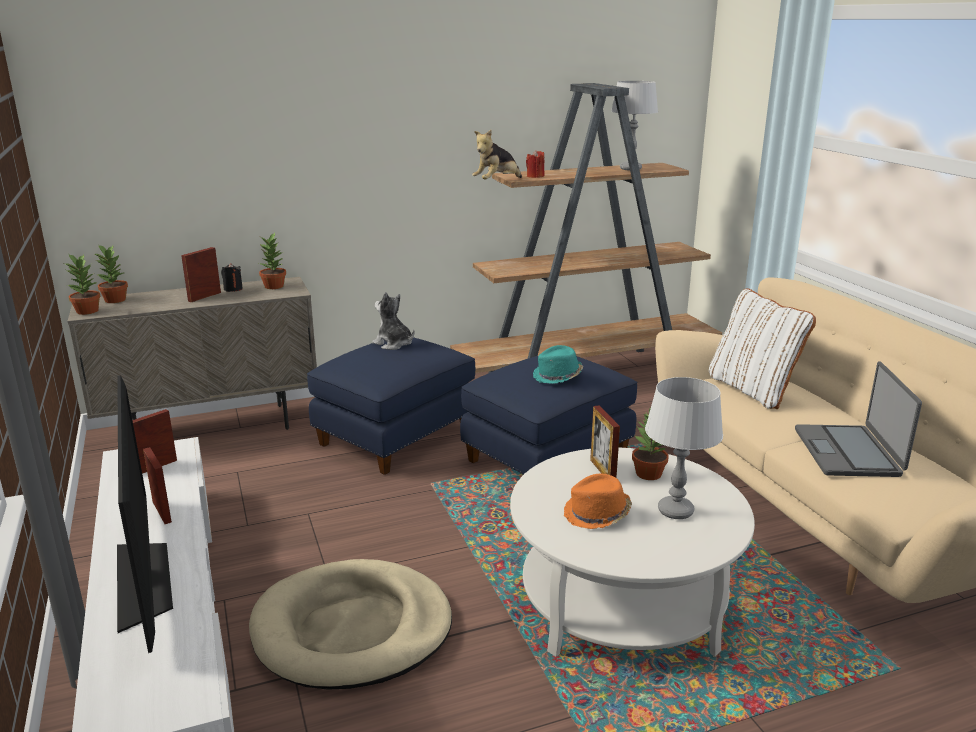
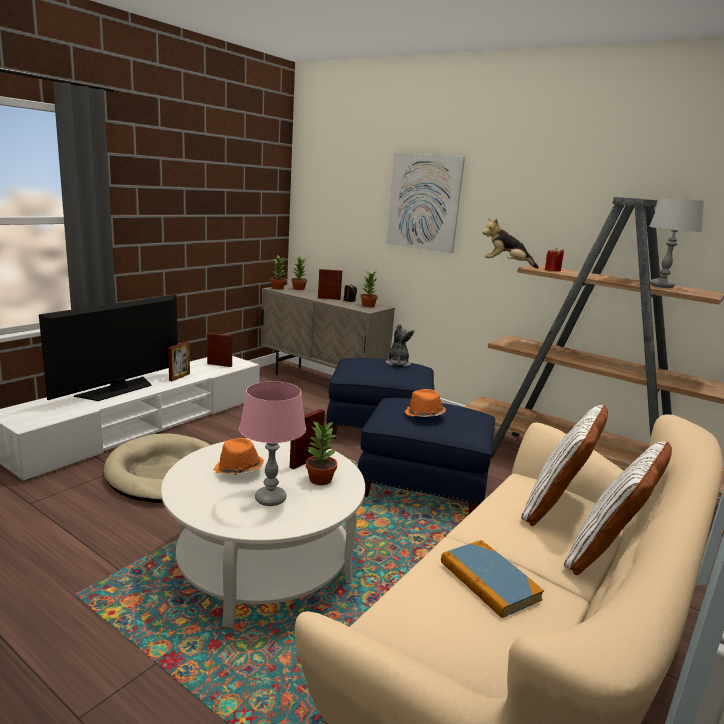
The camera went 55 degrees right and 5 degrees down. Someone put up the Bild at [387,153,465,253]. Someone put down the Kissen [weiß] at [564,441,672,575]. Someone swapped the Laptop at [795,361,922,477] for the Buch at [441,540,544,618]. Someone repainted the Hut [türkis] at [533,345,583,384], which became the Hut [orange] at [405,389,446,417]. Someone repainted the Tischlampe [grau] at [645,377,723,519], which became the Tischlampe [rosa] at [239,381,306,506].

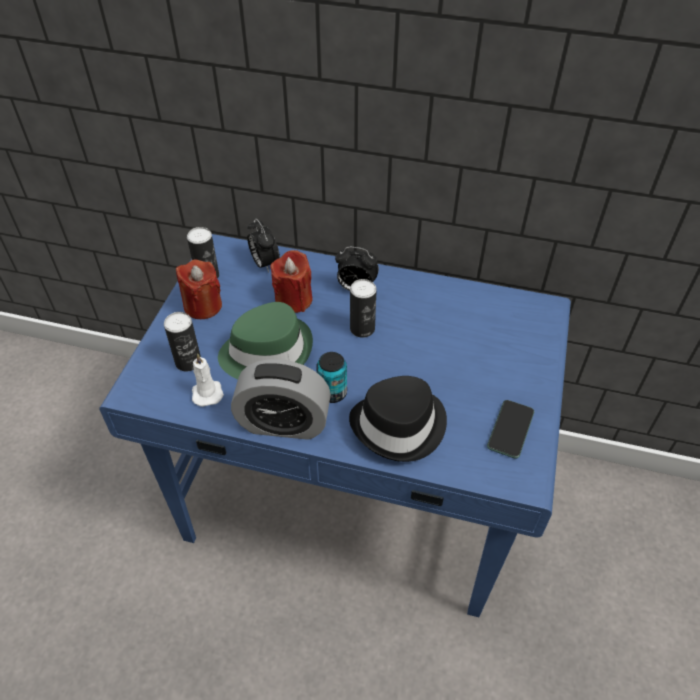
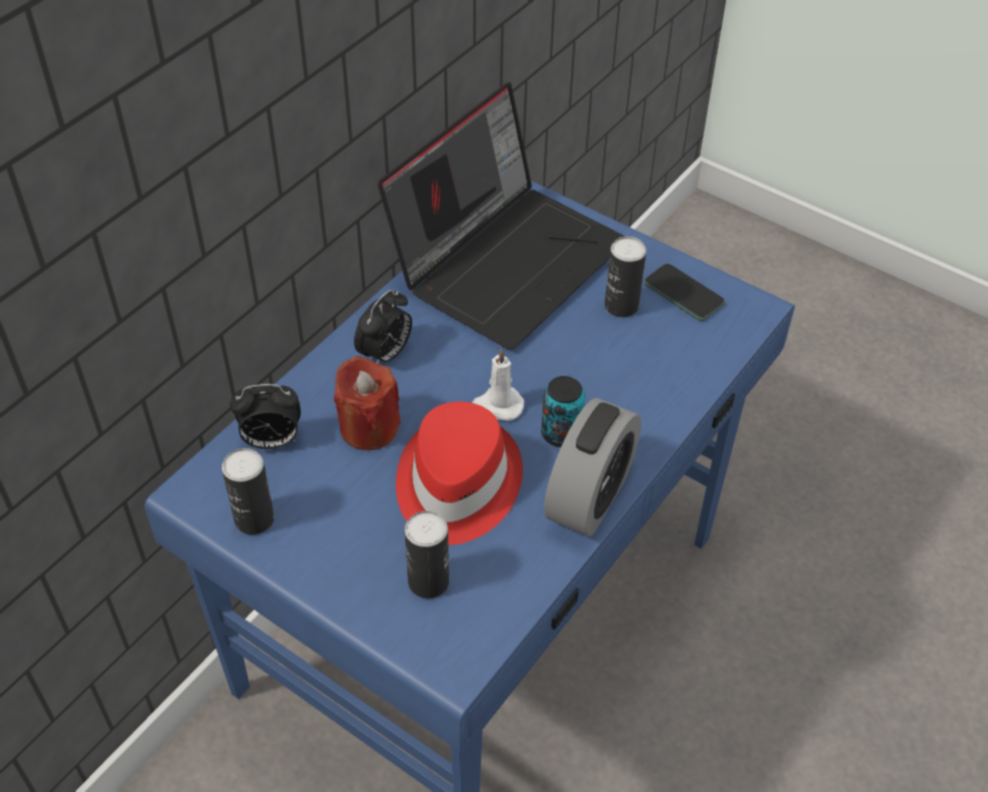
The camera went 70 degrees left and 0 degrees up. Someone took away the Kerze [rot] at [176,259,222,319]. Someone took away the Hut [schwarz] at [349,376,447,462]. Someone put down the Laptop at [378,82,625,350]. Someone carried the Kerze [weiß] from [192,353,224,407] to [472,348,524,421]. Someone carried the Dose from [350,279,377,338] to [605,236,647,317]. Someone repainted the Hut [grün] at [218,302,313,379], which became the Hut [rot] at [396,402,523,545].

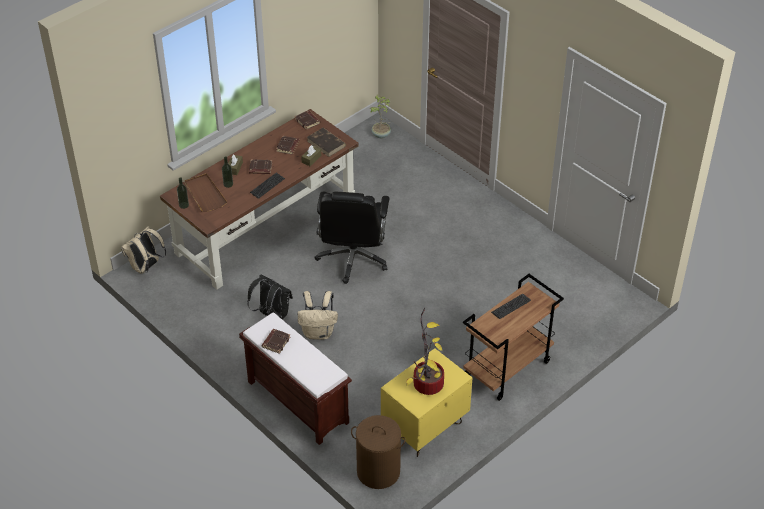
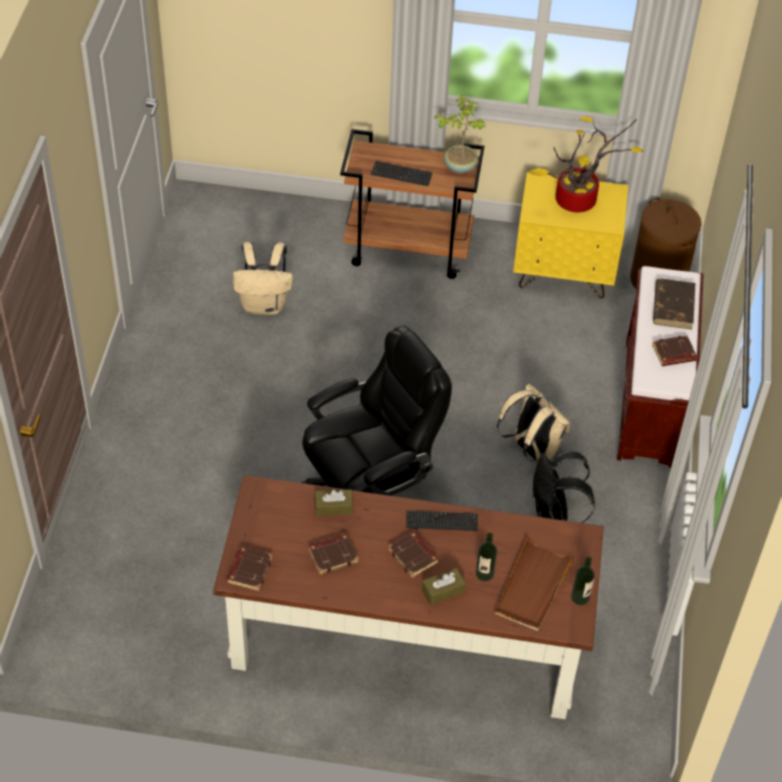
The camera went 130 degrees left and 5 degrees up. Someone carried the Rucksack [beige] from [121,226,166,274] to [233,242,293,315]. Someone carried the Buch [braun] from [307,128,346,157] to [653,278,695,330]. Someone carried the Topfpflanze from [370,94,391,138] to [435,95,486,174].

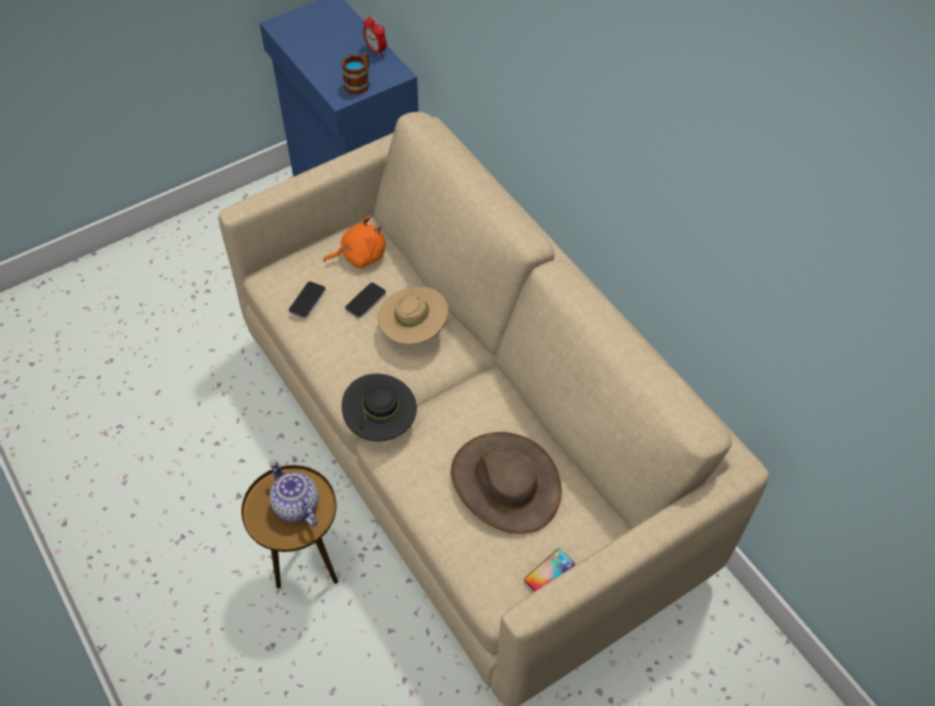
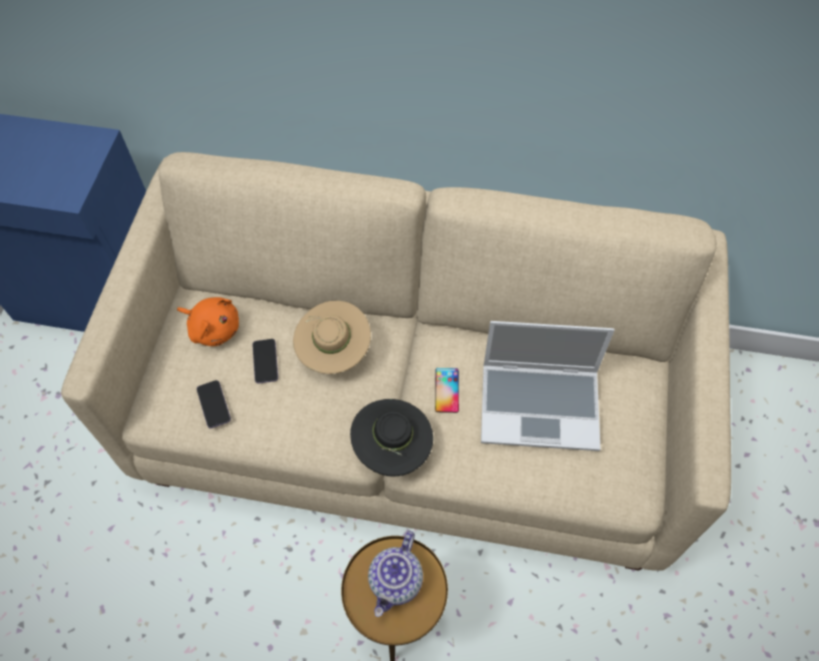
The camera went 45 degrees left and 5 degrees up. Someone took away the Henkelbecher at [342,52,369,94]. Someone took away the Wecker at [363,15,387,56]. Someone carried the Handy from [524,549,575,591] to [435,368,459,413]. Someone swapped the Hut [braun] at [451,432,562,534] for the Laptop at [481,321,615,451]. Someone rotated the Teekanne at [269,460,319,527] by 75 degrees counterclockwise. Someone rotated the Plüschtier [orange] at [323,216,386,268] by 90 degrees clockwise.

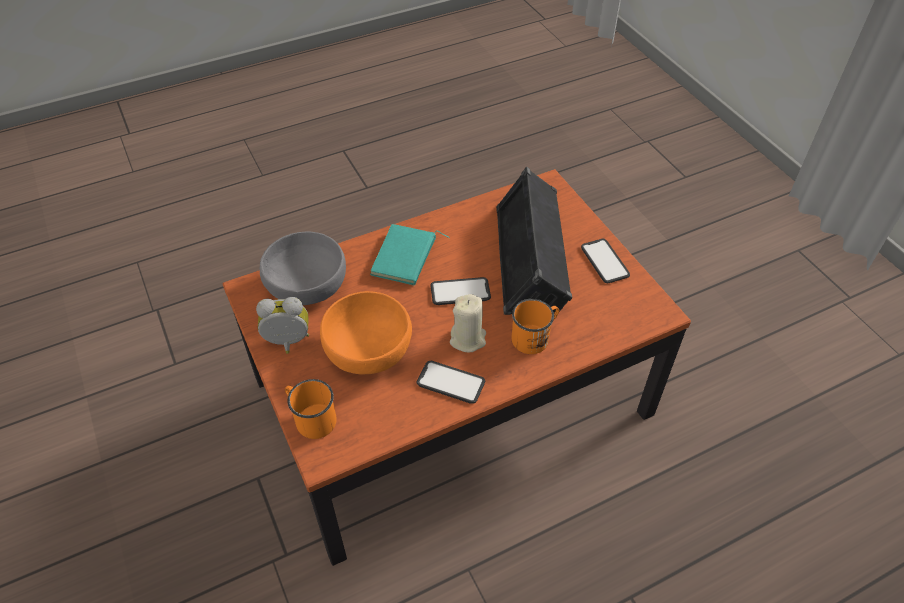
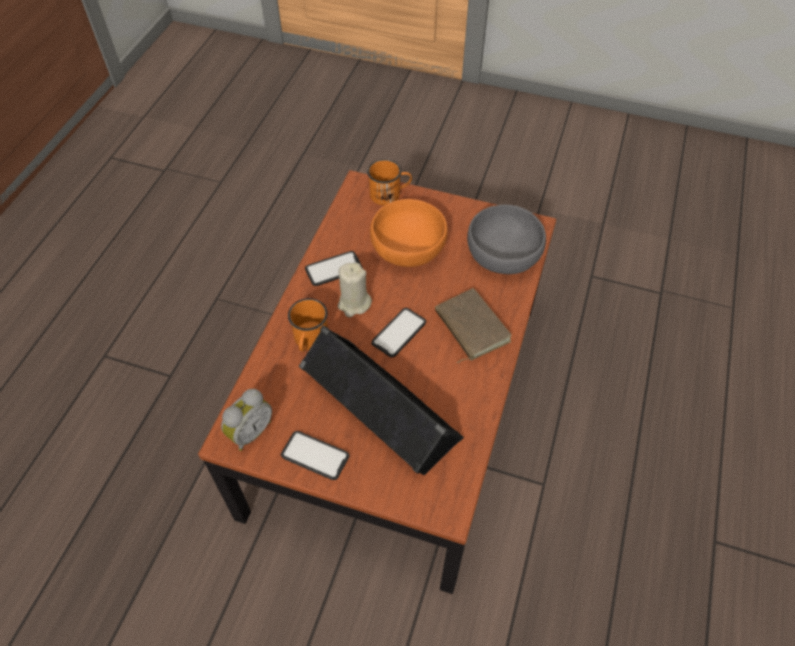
The camera went 135 degrees right and 5 degrees up. Someone carried the Wecker from [256,297,309,354] to [221,389,272,451]. Someone repainted the Buch [türkis] at [370,224,450,286], which became the Buch [braun] at [435,288,512,363].

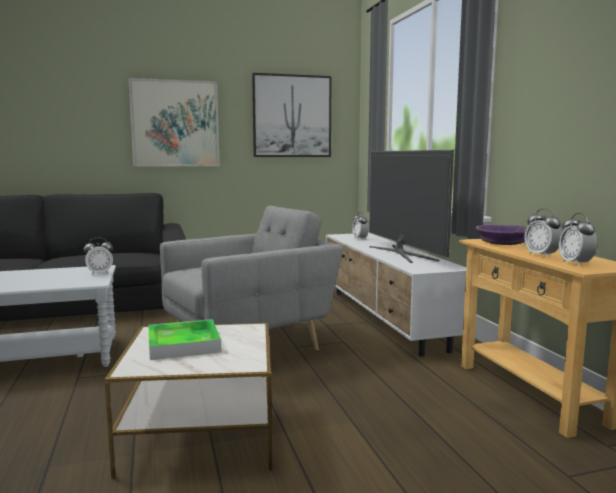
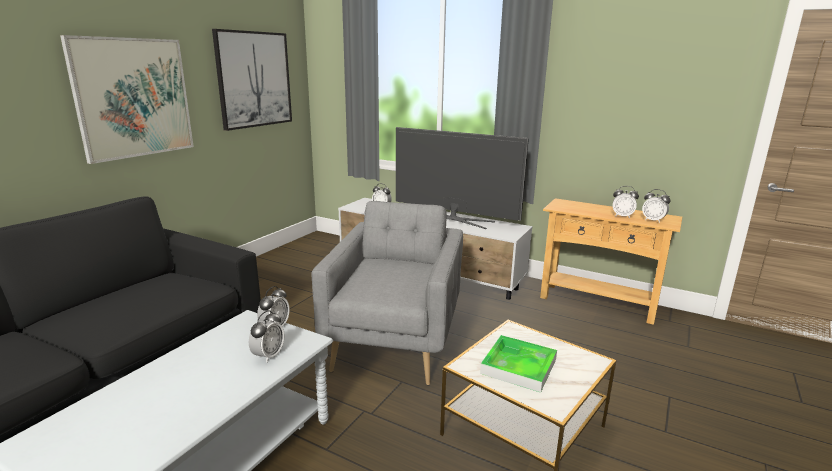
The camera went 45 degrees left and 10 degrees up. Someone took away the Schüssel [lila] at [475,225,527,245]. Someone put down the Wecker at [249,310,285,363].

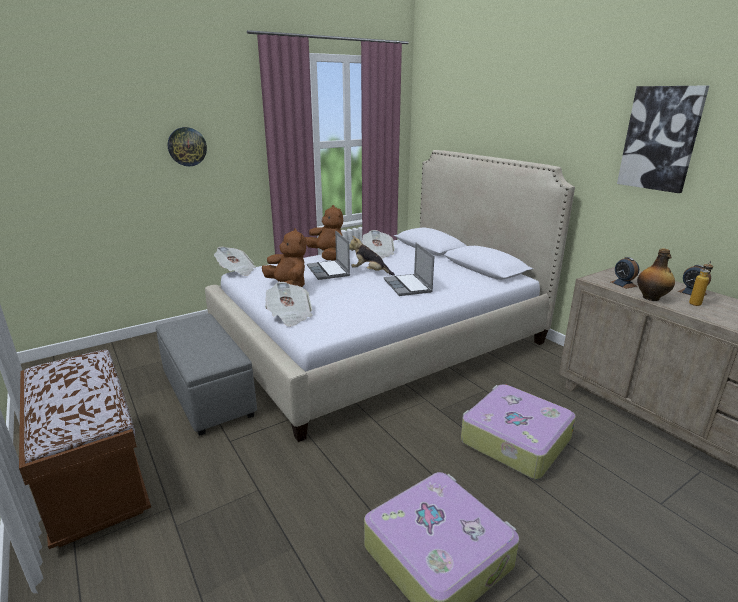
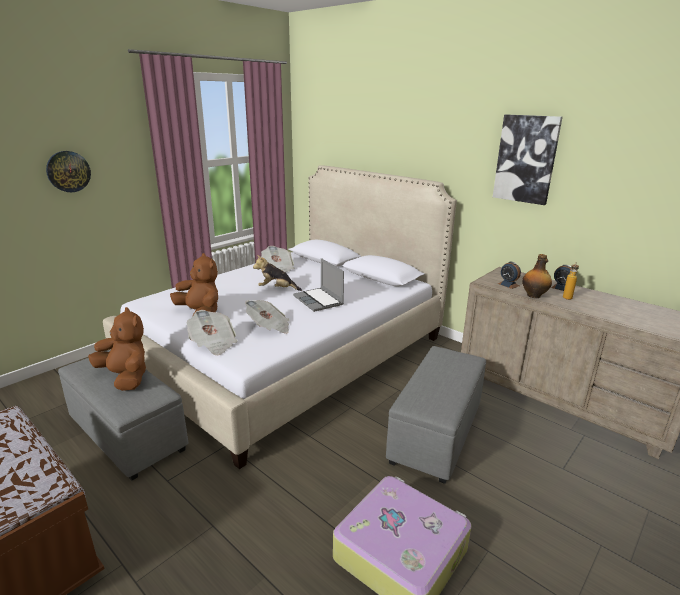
The camera went 15 degrees left and 0 degrees up. Someone took away the Laptop at [307,231,350,280]. Someone carried the Zeitung from [214,247,256,276] to [245,300,289,334]. Someone carried the Plüschtier [braun] from [305,205,343,261] to [88,307,146,391]. Someone swapped the Koffer at [461,384,576,479] for the Polsterhocker [grau] at [386,346,486,484].

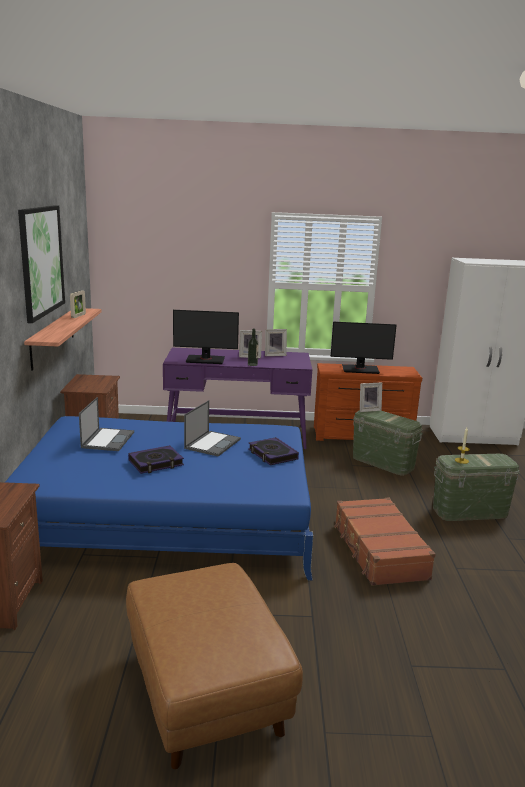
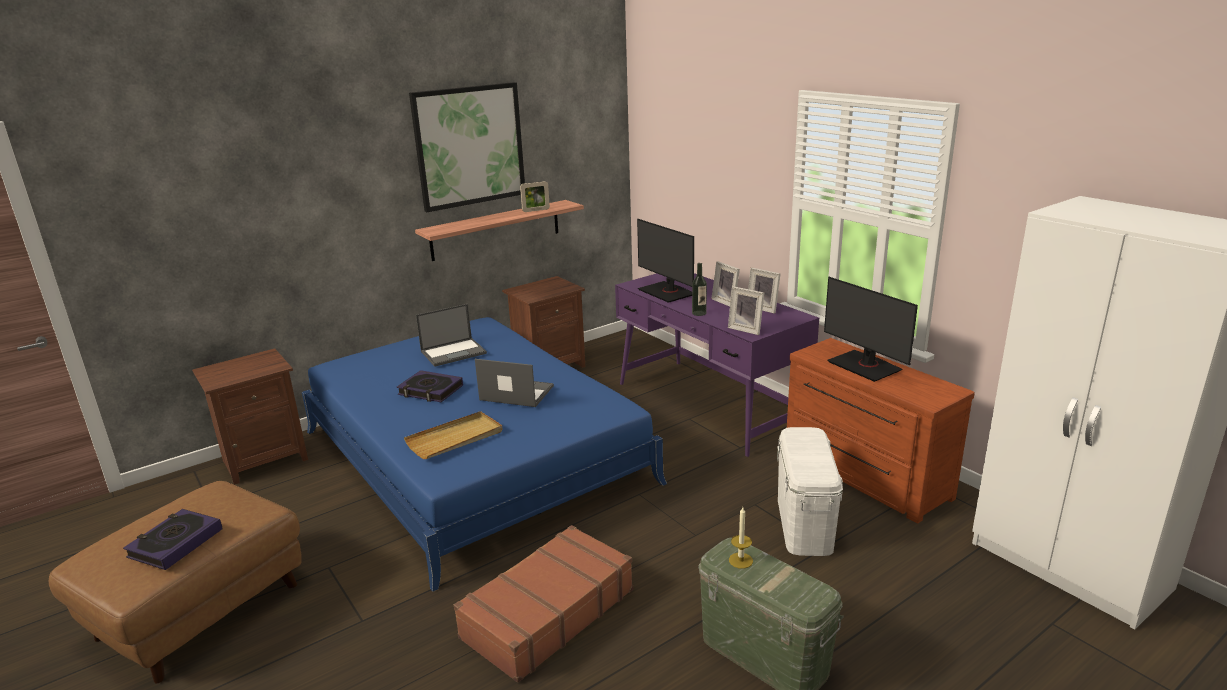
The camera went 55 degrees right and 5 degrees up. Someone put down the Tablett [beige] at [404,411,502,459]. Someone carried the Buch from [248,437,299,465] to [123,509,223,570]. Someone carried the Bilderrahmen from [360,382,382,412] to [728,286,764,335]. Someone repainted the Aufbewahrungsbox [grün] at [353,410,423,475], which became the Aufbewahrungsbox [weiß] at [777,427,843,556]. Someone rotated the Laptop at [184,400,241,456] by 150 degrees counterclockwise.

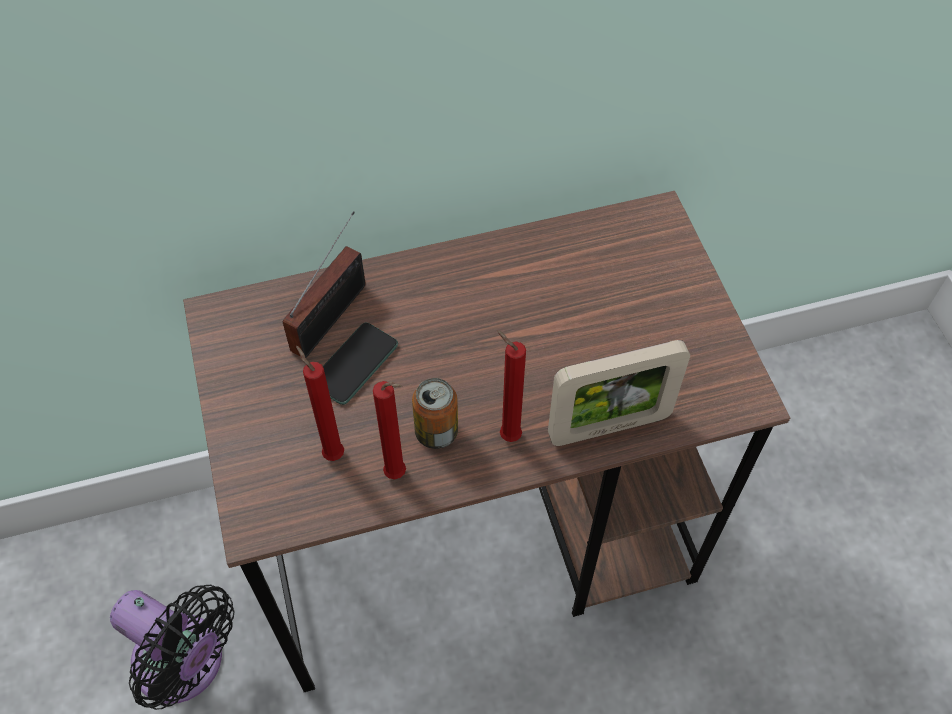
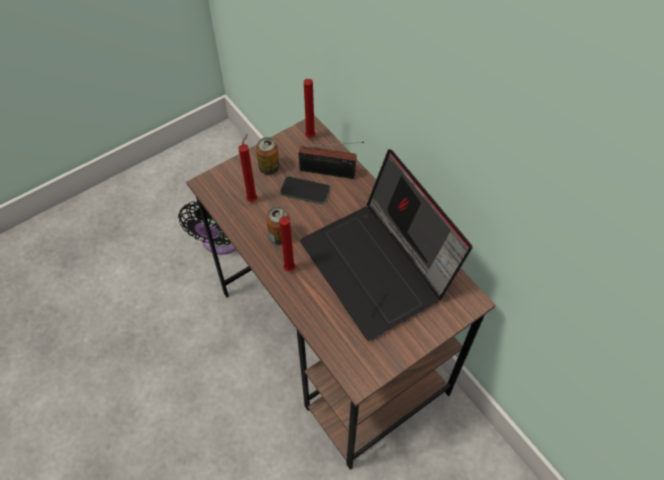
The camera went 70 degrees right and 0 degrees up. Someone took away the Bilderrahmen at [548,340,690,446]. Someone put down the Dose at [256,137,280,175]. Someone put down the Laptop at [300,149,472,340]. Someone carried the Kerze [rot] from [373,381,406,479] to [304,79,316,138].

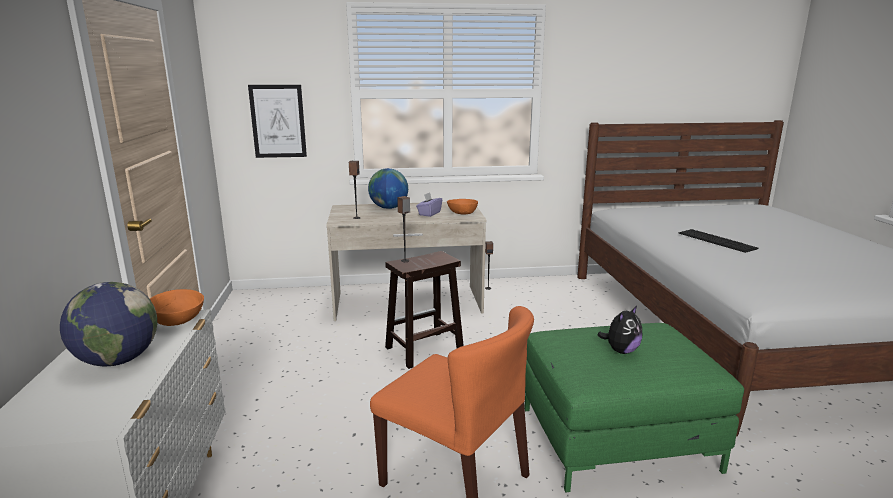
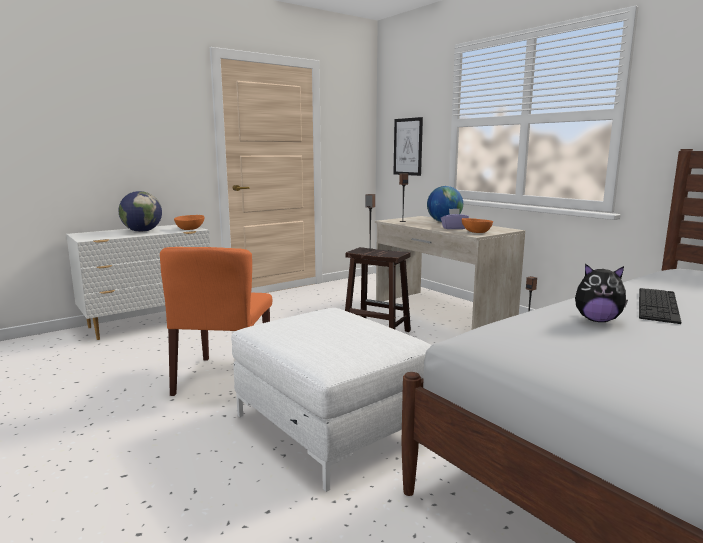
The camera went 60 degrees right and 5 degrees down. Someone carried the Plüschtier from [598,306,642,354] to [575,264,628,322]. Someone repainted the Polsterhocker [grün] at [524,323,744,492], which became the Polsterhocker [weiß] at [231,308,431,492].

